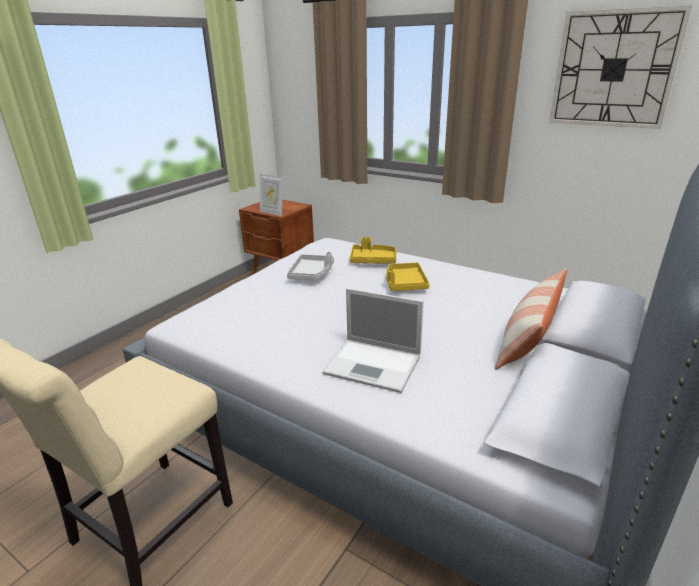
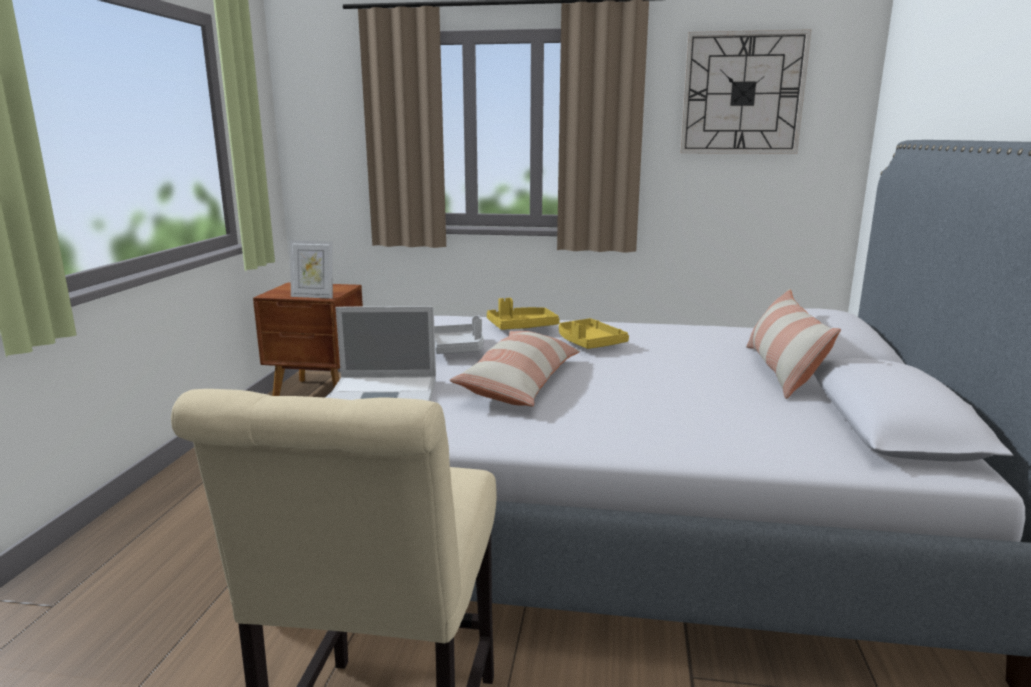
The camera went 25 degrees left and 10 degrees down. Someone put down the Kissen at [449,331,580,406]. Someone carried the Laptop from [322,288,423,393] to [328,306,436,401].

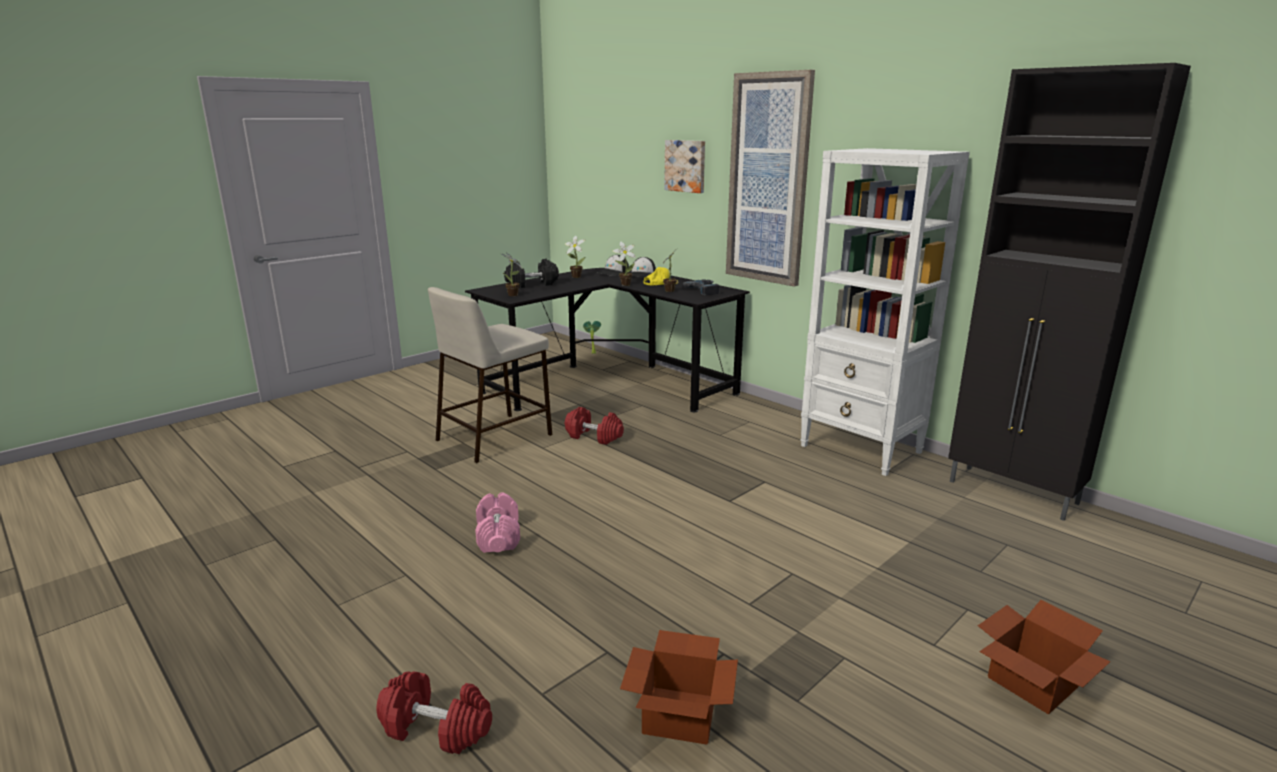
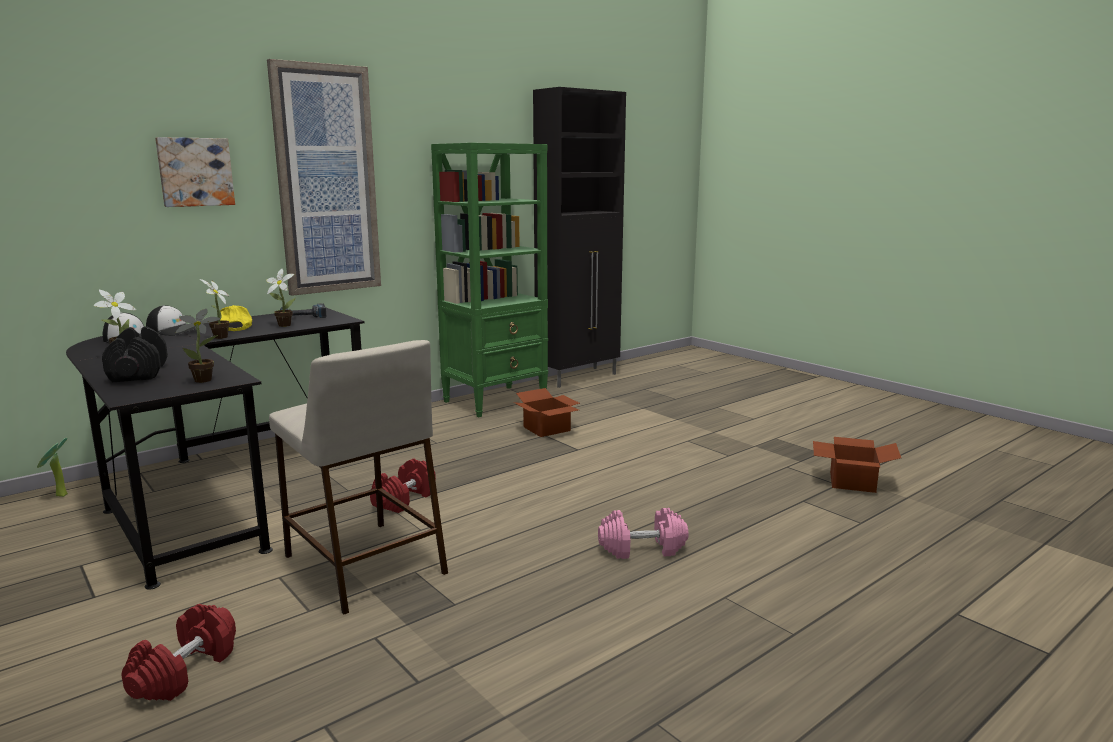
The camera went 85 degrees left and 5 degrees down. Someone carried the Hantel [rot] from [376,671,492,754] to [121,604,236,701]. Someone carried the Karton from [978,600,1111,714] to [514,388,580,437]. Someone repainted the Bücherregal [weiß] at [800,148,970,476], which became the Bücherregal [grün] at [431,143,548,417].

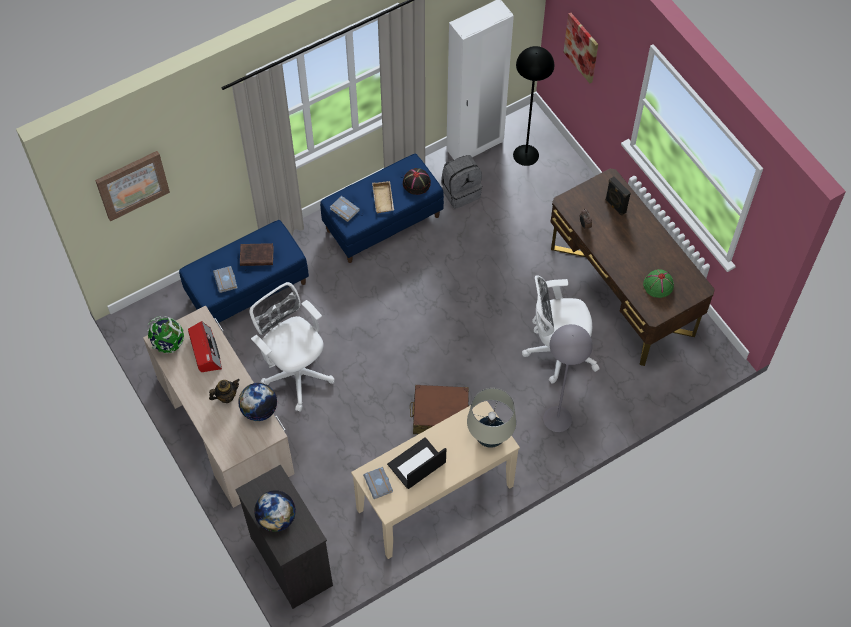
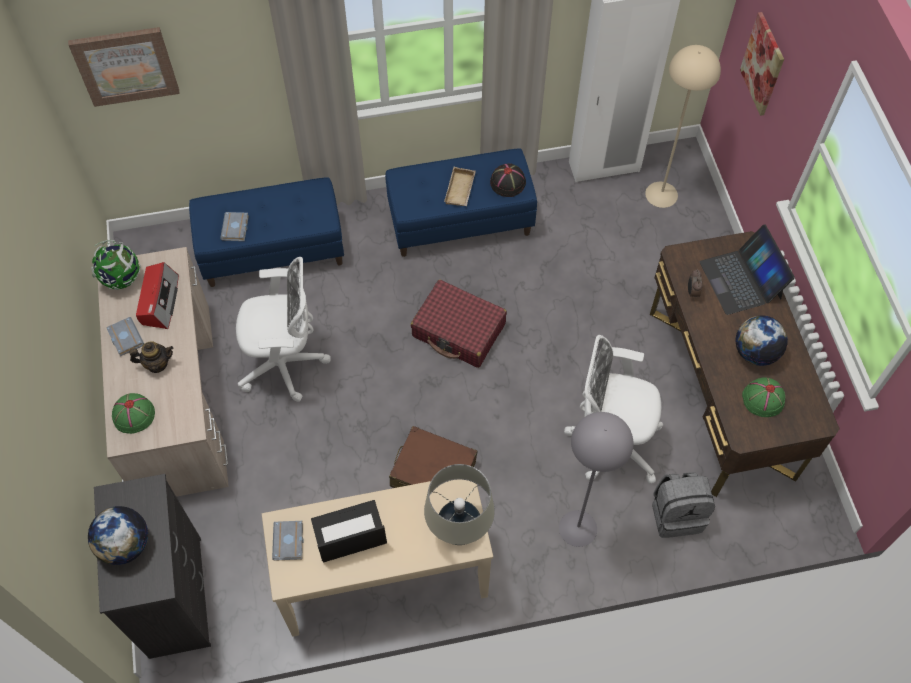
The camera went 20 degrees right and 0 degrees up. Someone took away the Buch [braun] at [240,243,274,266]. Someone put down the Hut [grün] at [112,393,155,434]. Someone put down the Koffer [rot] at [411,280,507,368]. Someone carried the Globus from [238,383,277,421] to [735,316,788,366]. Someone carried the Buch [grau] from [330,196,360,222] to [106,317,144,356]. Someone carried the Rucksack [grau] from [441,155,482,209] to [652,472,715,538]. Someone swapped the Lautsprecher [schwarz] at [605,177,631,216] for the Laptop at [699,225,795,315]. Someone repainted the Stehlampe [schwarz] at [513,46,554,166], which became the Stehlampe [beige] at [645,45,721,208]. Someone rotated the Bürostuhl [weiß] at [249,282,335,412] by 105 degrees clockwise.

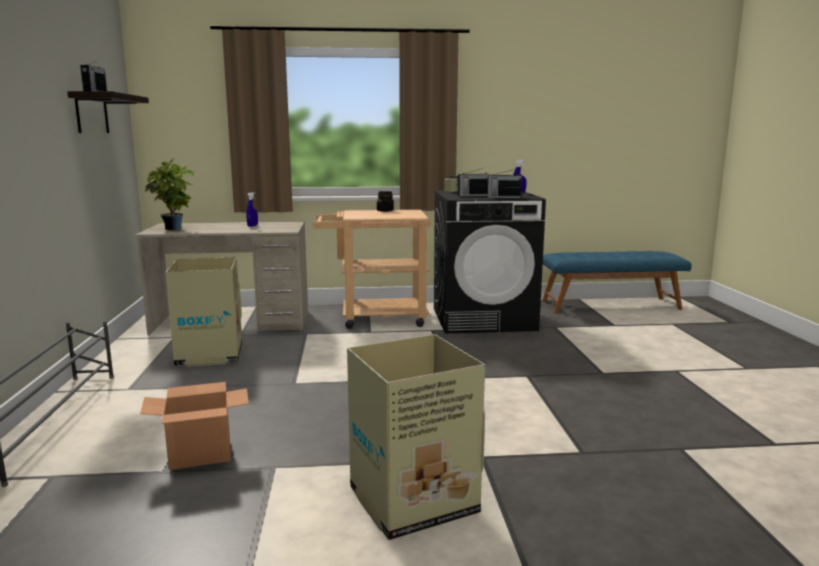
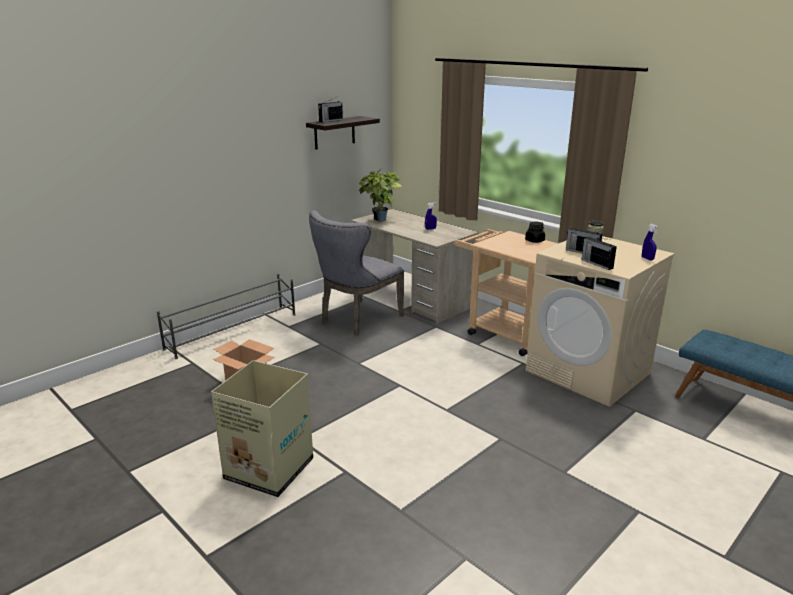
The camera went 50 degrees right and 10 degrees up. Someone swapped the Karton at [165,257,242,367] for the Stuhl [grau] at [309,210,404,336]. Someone repainted the Waschmaschine [schwarz] at [434,191,546,334], which became the Waschmaschine [beige] at [526,236,675,407].

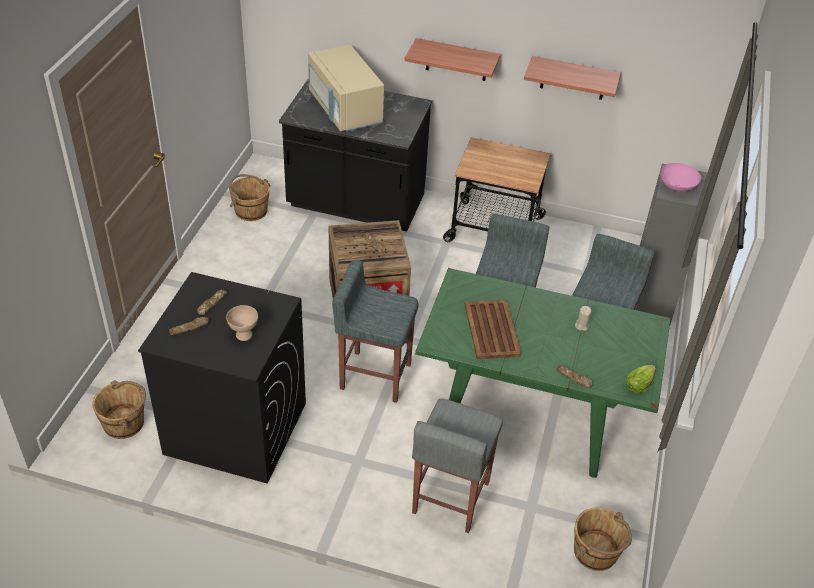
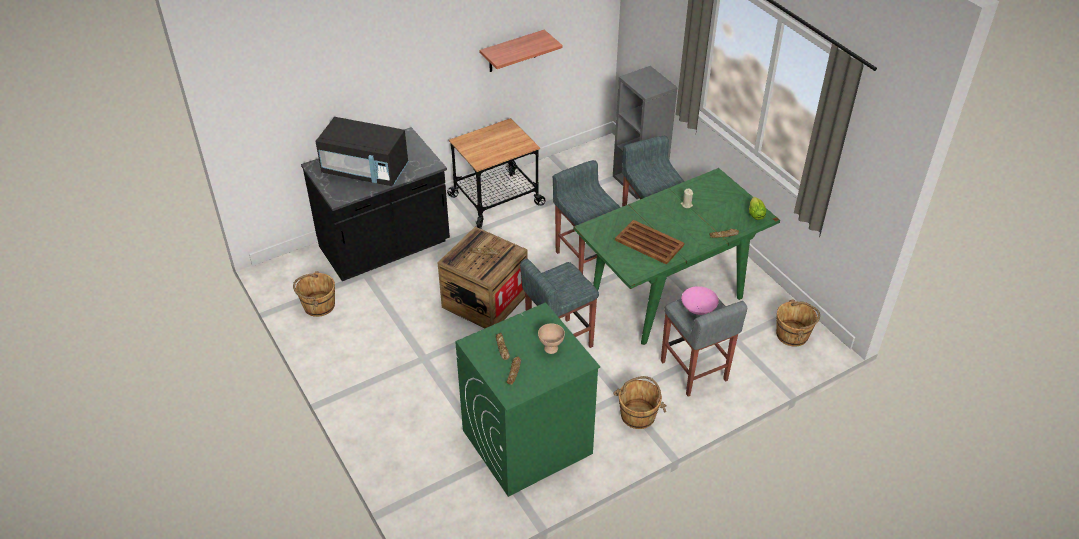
The camera went 45 degrees left and 0 degrees up. Someone took away the Wandregal at [404,38,501,81]. Someone carried the Eimer [braun] from [92,381,146,439] to [614,376,667,429]. Someone carried the Schüssel [rosa] from [660,163,701,192] to [681,286,719,315]. Someone repainted the Waschmaschine [schwarz] at [138,272,306,484], which became the Waschmaschine [grün] at [455,302,600,497]. Someone repainted the Mikrowelle [beige] at [308,45,384,132], which became the Mikrowelle [schwarz] at [316,117,409,186].

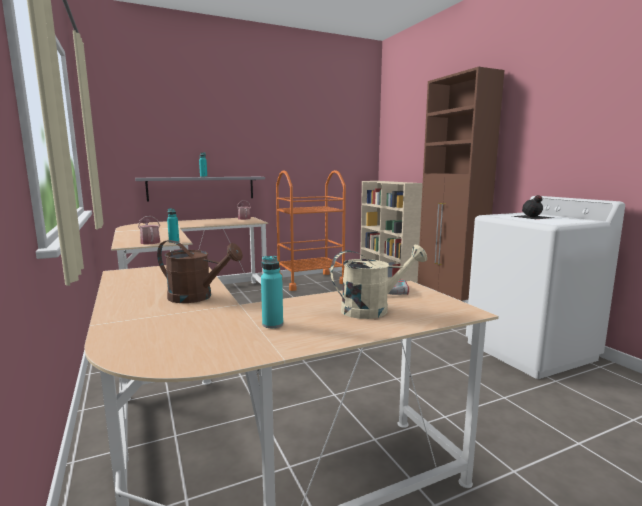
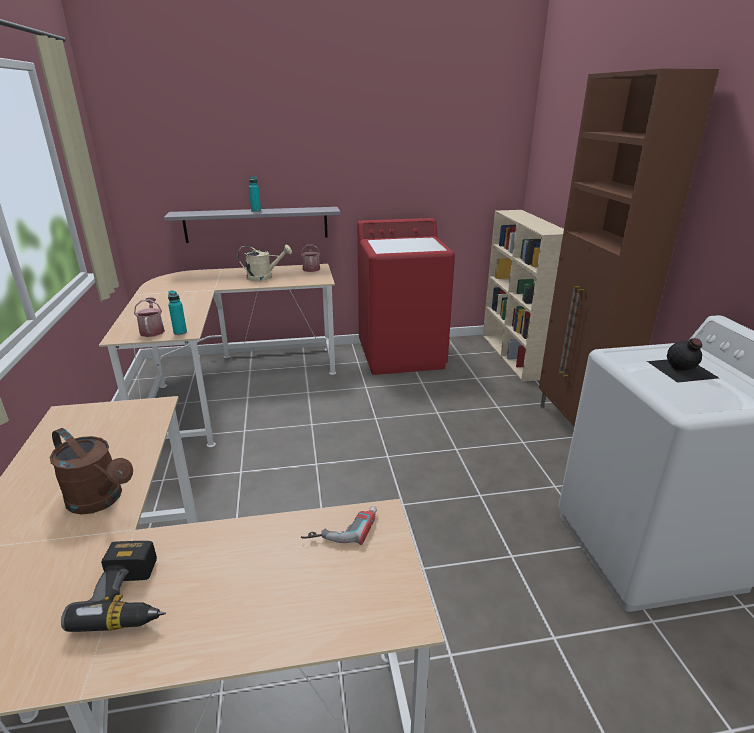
The camera went 15 degrees right and 15 degrees up. Someone carried the Gießkanne [beige] from [330,245,427,319] to [238,245,292,281]. Someone swapped the Flasche [türkis] at [261,256,283,328] for the Bohrmaschine at [61,541,166,632]. Someone swapped the Rollwagen [orange] at [276,170,346,291] for the Waschmaschine [rot] at [357,218,455,375].

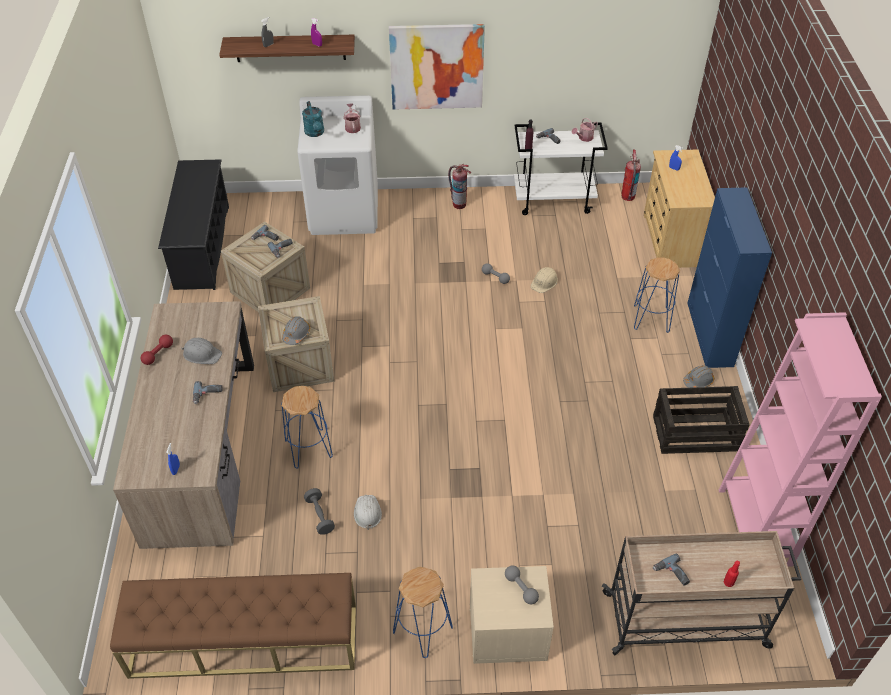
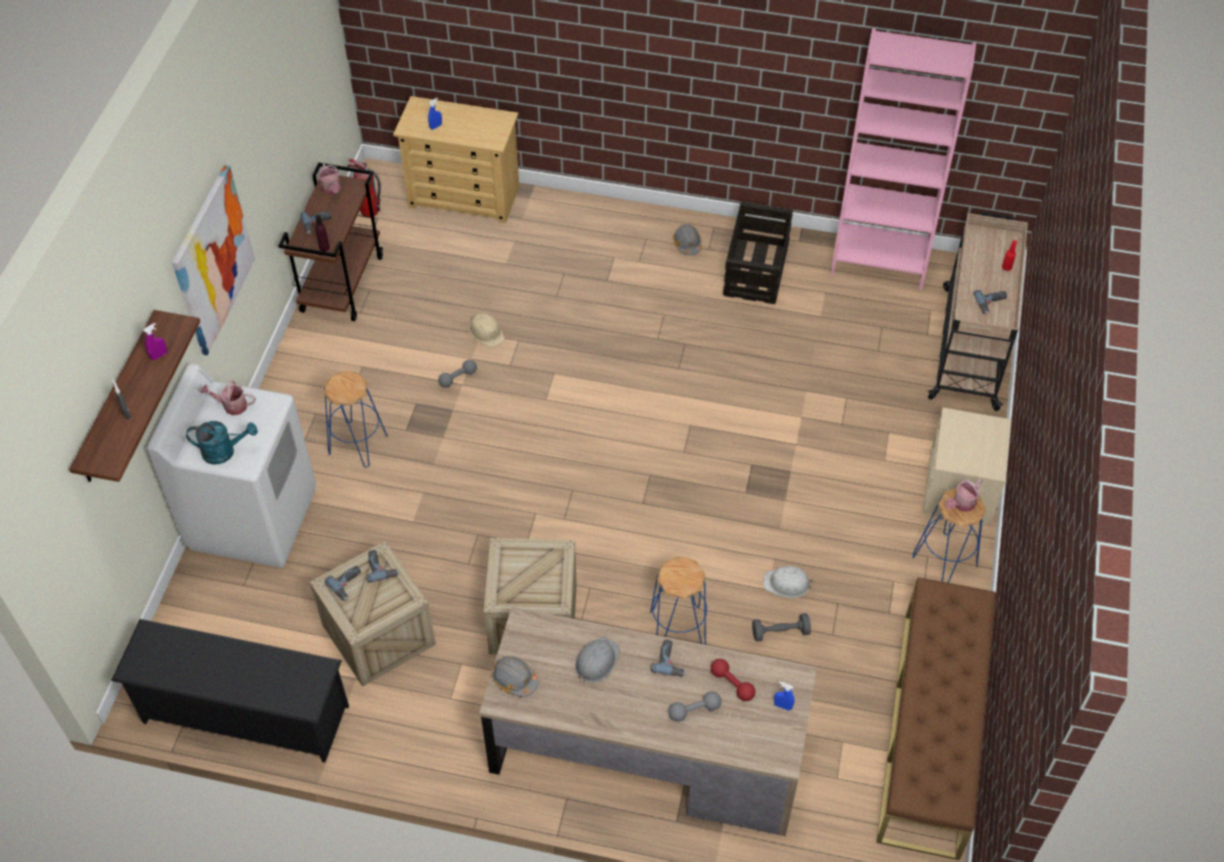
The camera went 75 degrees left and 5 degrees up. Someone took away the Feuerlöscher at [448,164,471,209]. Someone took away the Schrank [blau] at [687,187,772,368]. Someone put down the Gießkanne at [946,479,983,512]. Someone carried the Hantel [rot] from [141,335,173,365] to [711,659,755,701]. Someone carried the Schutzhelm [grau] from [282,316,310,345] to [492,656,539,697]. Someone carried the Hantel [grau] from [505,566,539,604] to [668,691,722,722]. Someone carried the Hocker [blau] from [634,257,680,333] to [324,371,388,468]. Someone repainted the Rollwagen [weiß] at [514,122,608,215], which became the Rollwagen [braun] at [278,163,383,321].

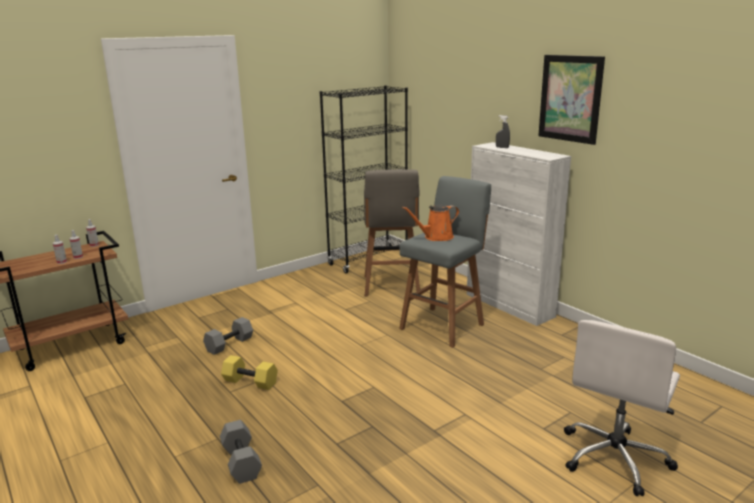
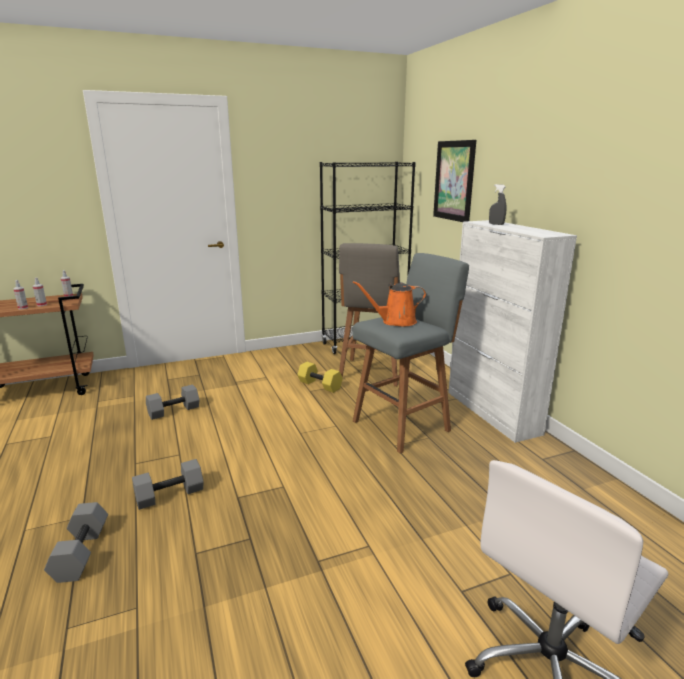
The camera went 15 degrees right and 0 degrees up. Someone put down the Hantel [grau] at [132,459,204,510]. Someone carried the Hantel [gelb] from [221,355,278,390] to [297,362,343,393]. Someone carried the Bild from [538,55,605,145] to [433,140,476,222].

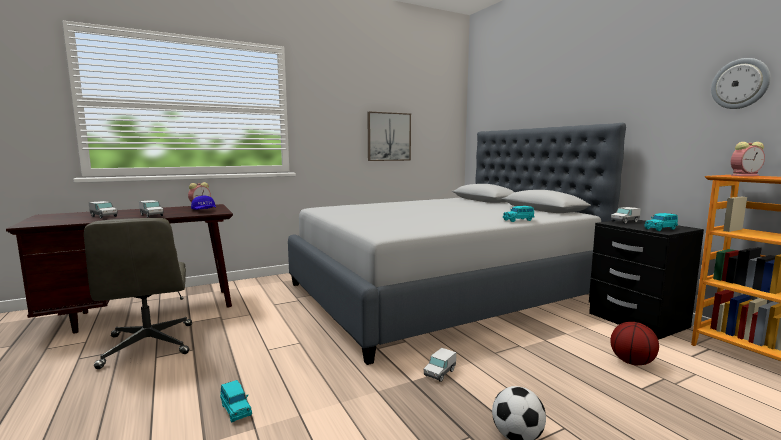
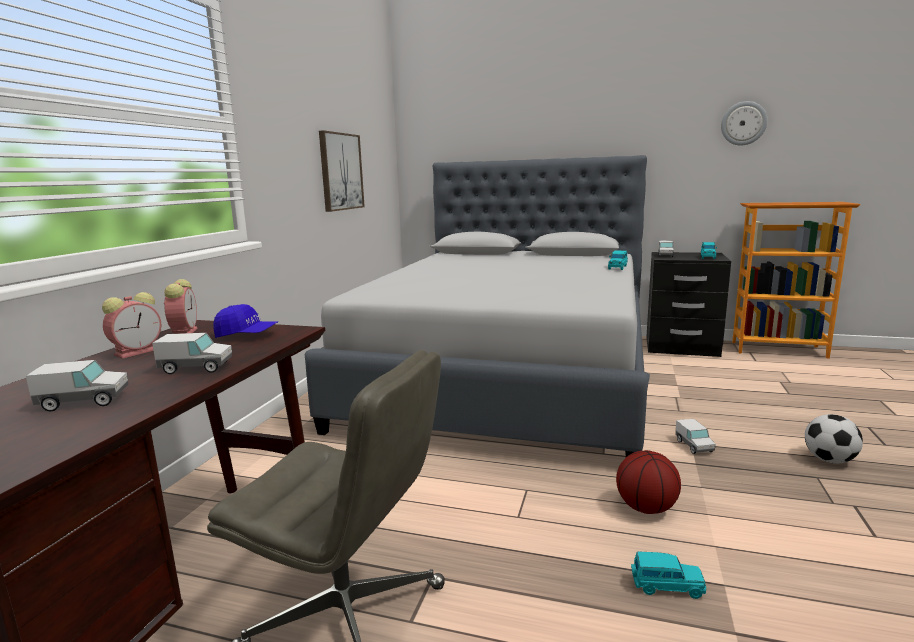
The camera went 45 degrees left and 5 degrees up. Someone carried the Basketball from [610,322,659,365] to [616,450,681,514]. Someone carried the Wecker from [731,142,765,176] to [102,292,161,359].

